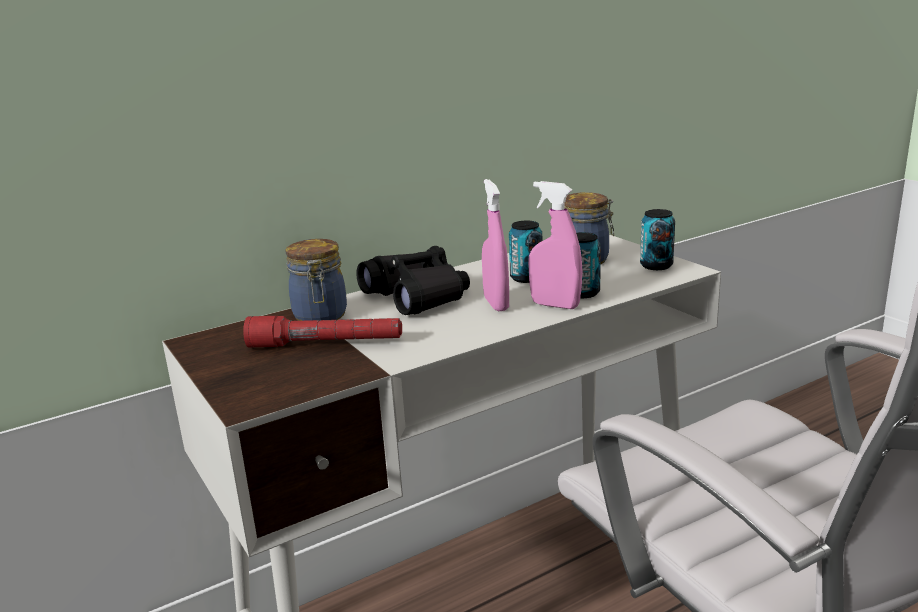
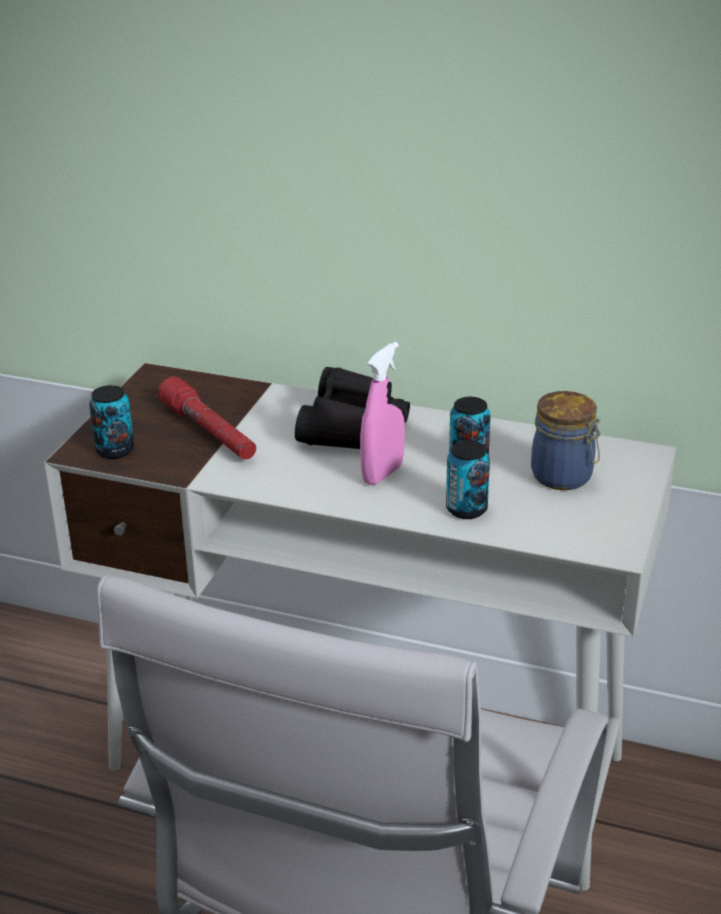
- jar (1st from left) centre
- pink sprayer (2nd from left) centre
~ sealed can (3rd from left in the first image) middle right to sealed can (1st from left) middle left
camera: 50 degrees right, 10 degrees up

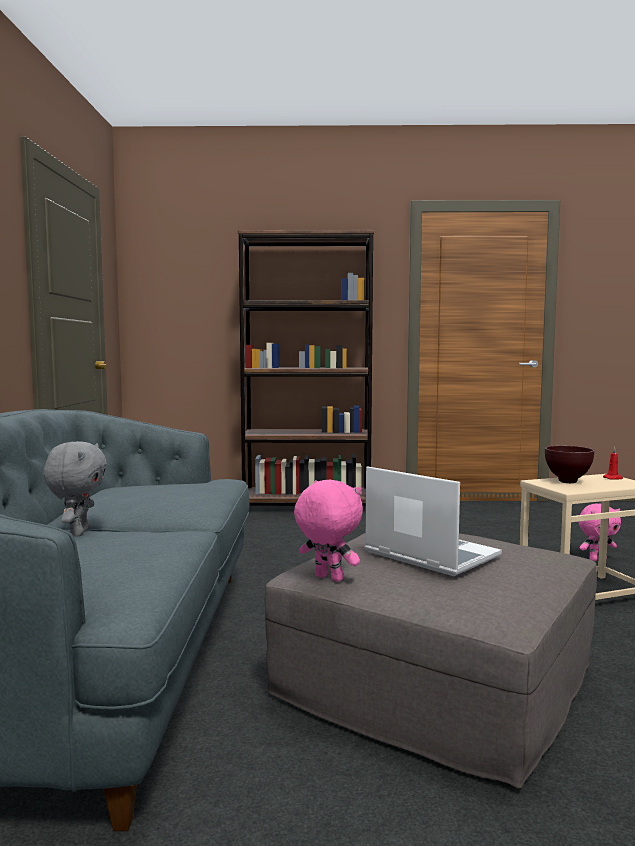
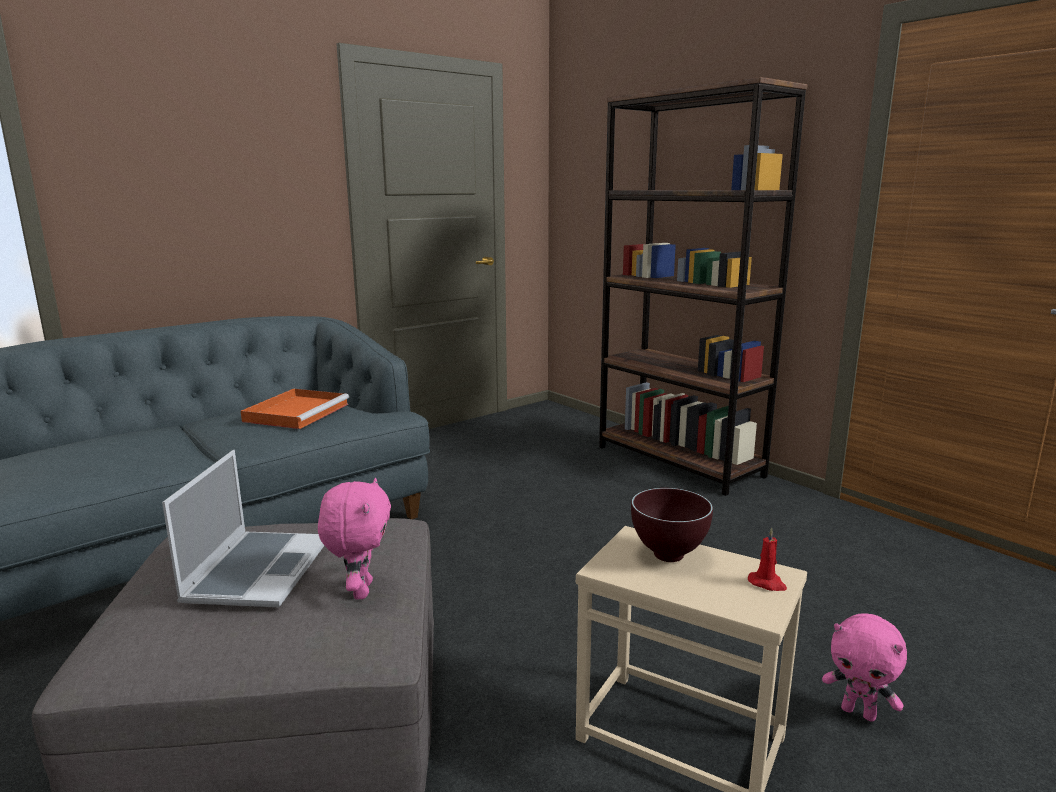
- grey soft toy middle left
+ orange-coloured carrying tray middle left
~ pink soft toy (1st from left) centre to bottom centre
camera: 50 degrees right, 10 degrees up

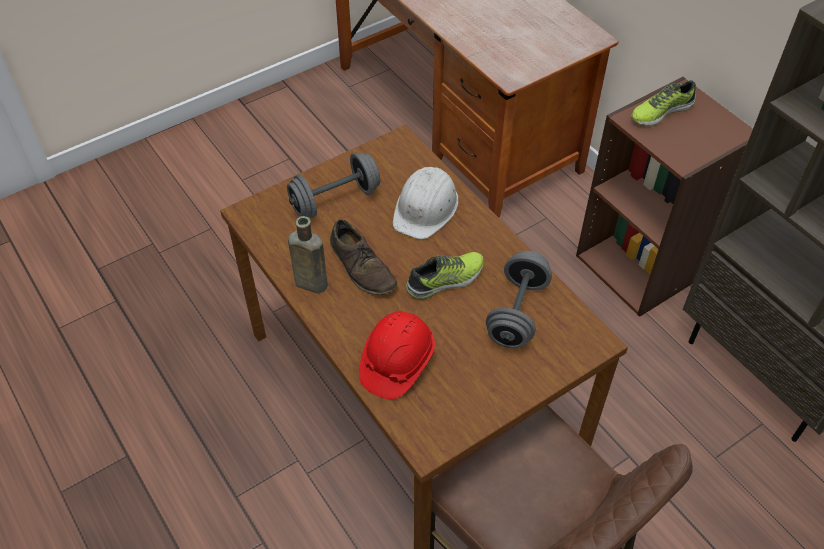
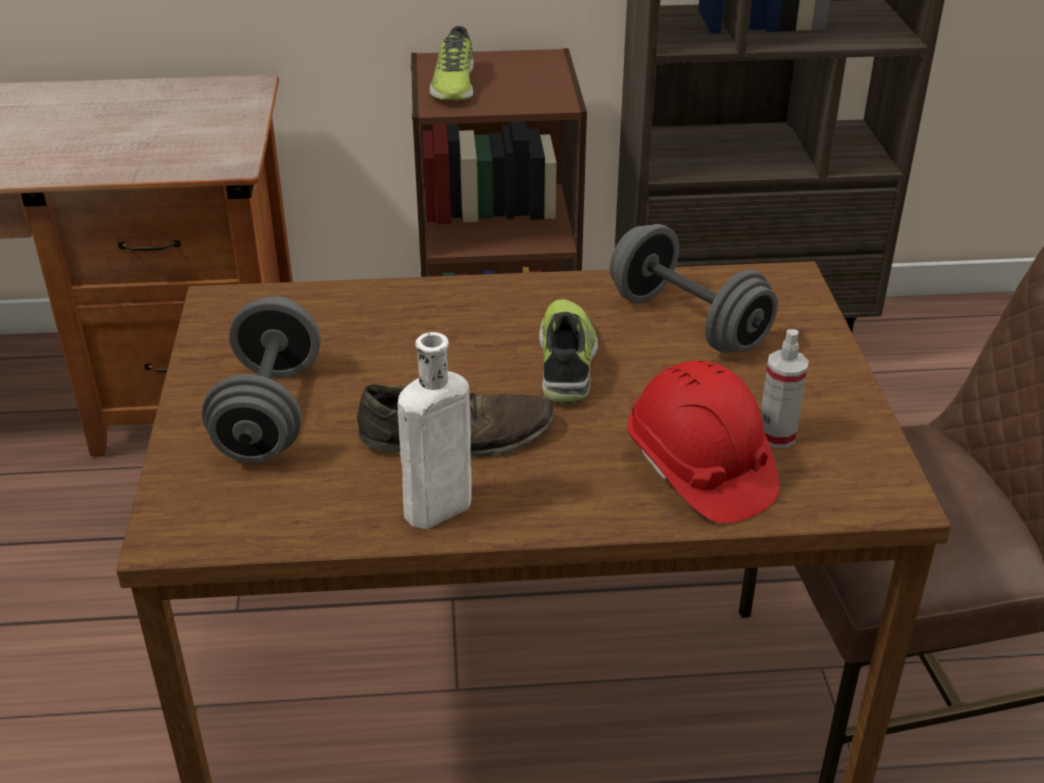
- white hard hat centre
+ sprayer middle right
~ brown-coloured beverage bottle centre to white beverage bottle centre
camera: 60 degrees left, 15 degrees down

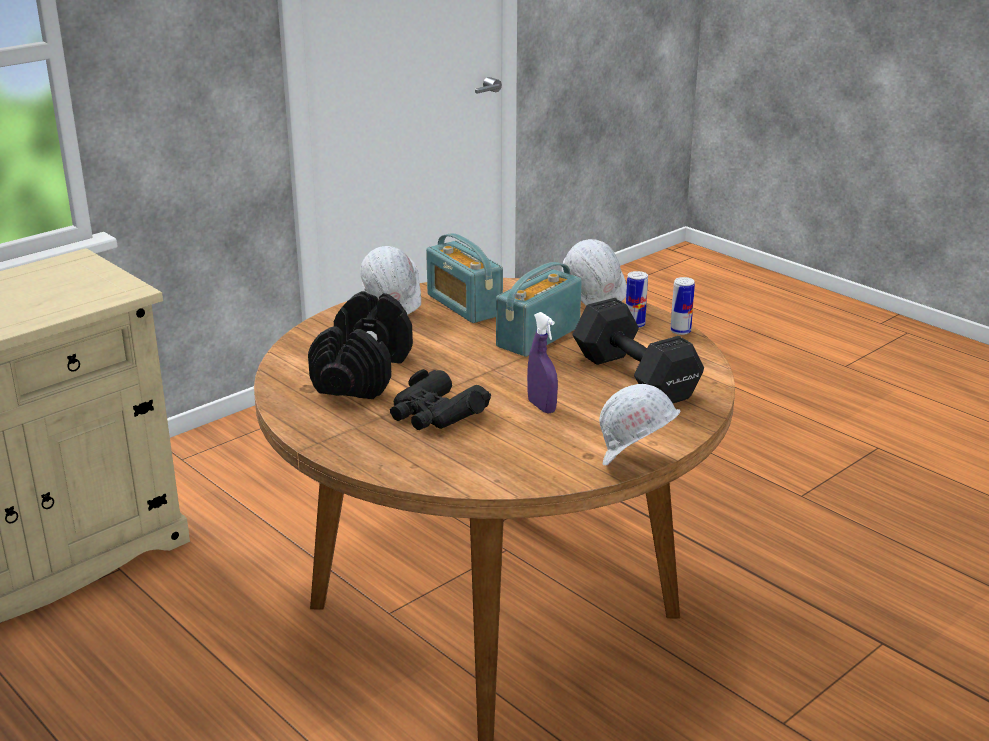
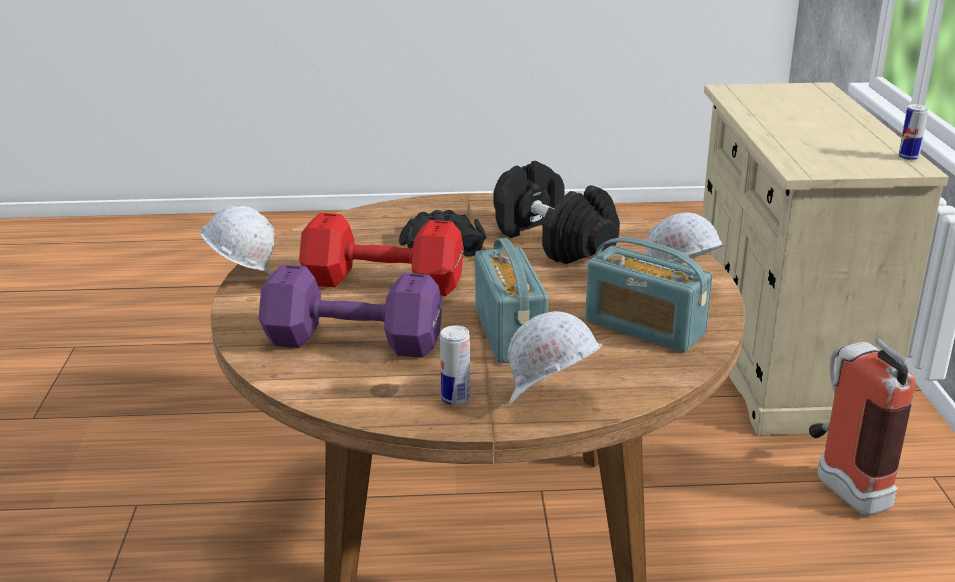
+ fire extinguisher bottom right
~ sealed can (2nd from left) middle right to top right
~ purple-coloured sprayer centre to reddish dumbbell centre
~ black dumbbell (2nd from left) centre to purple-coloured dumbbell centre
~ radio set (1st from left in the first image) centre = middle right 150 degrees counterclockwise
camera: 130 degrees right, 0 degrees up

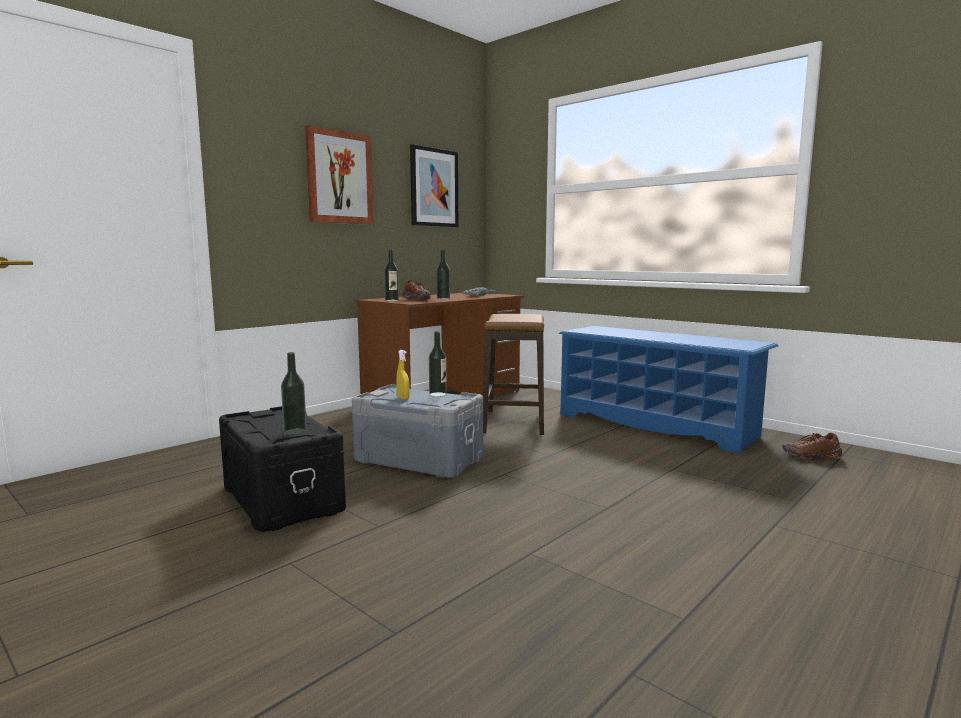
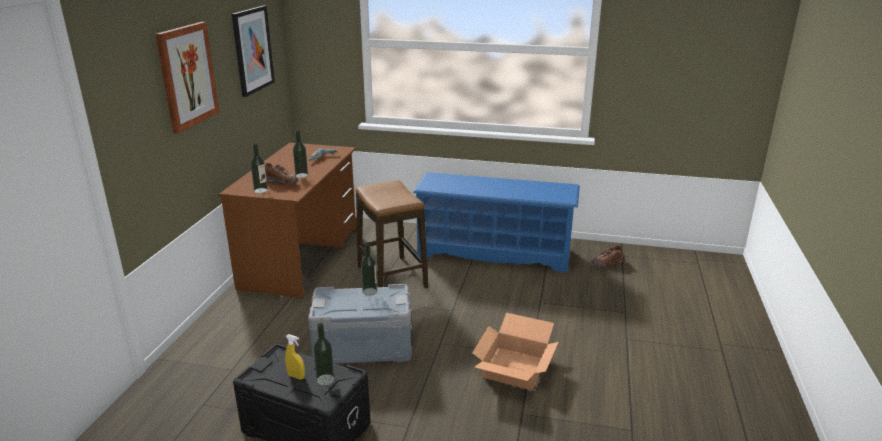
+ packing box bottom centre
~ yellow-coloured sprayer centre to bottom centre
camera: 30 degrees left, 15 degrees up

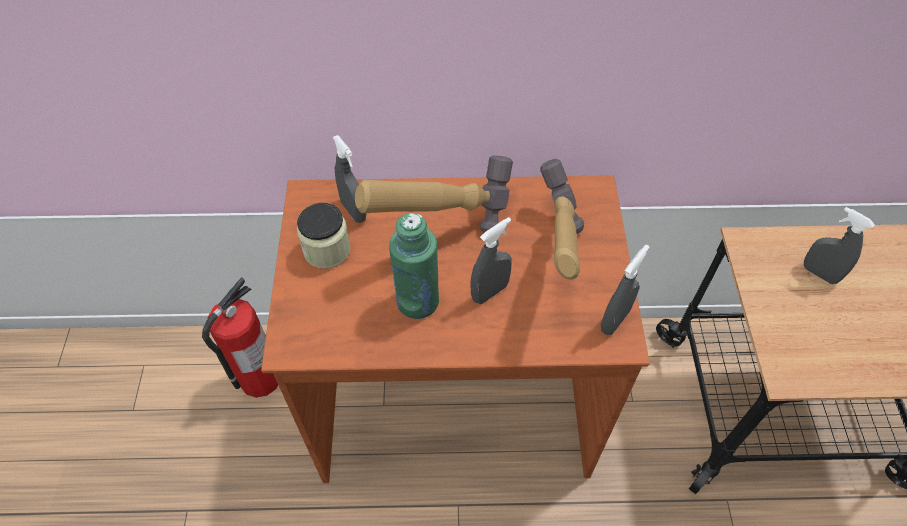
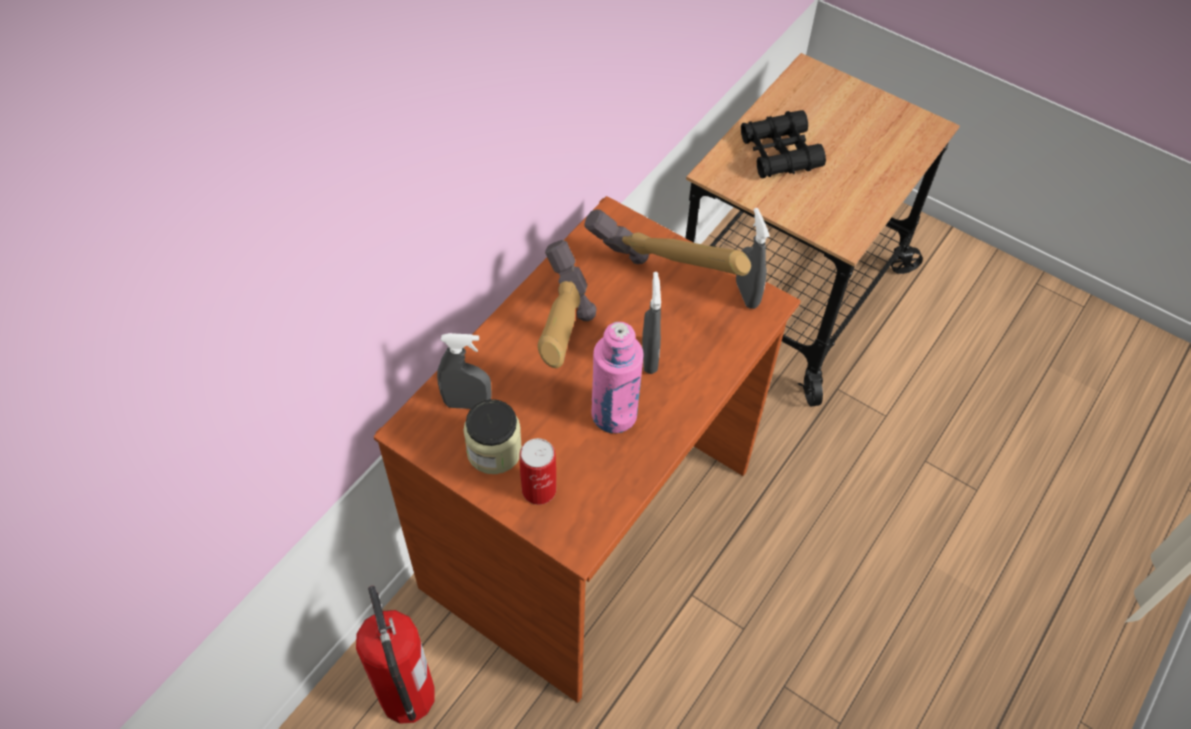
+ sealed can centre
~ grey sprayer (4th from left) middle right to black field glasses top centre
~ green beverage bottle centre to pink beverage bottle centre
camera: 55 degrees left, 0 degrees up

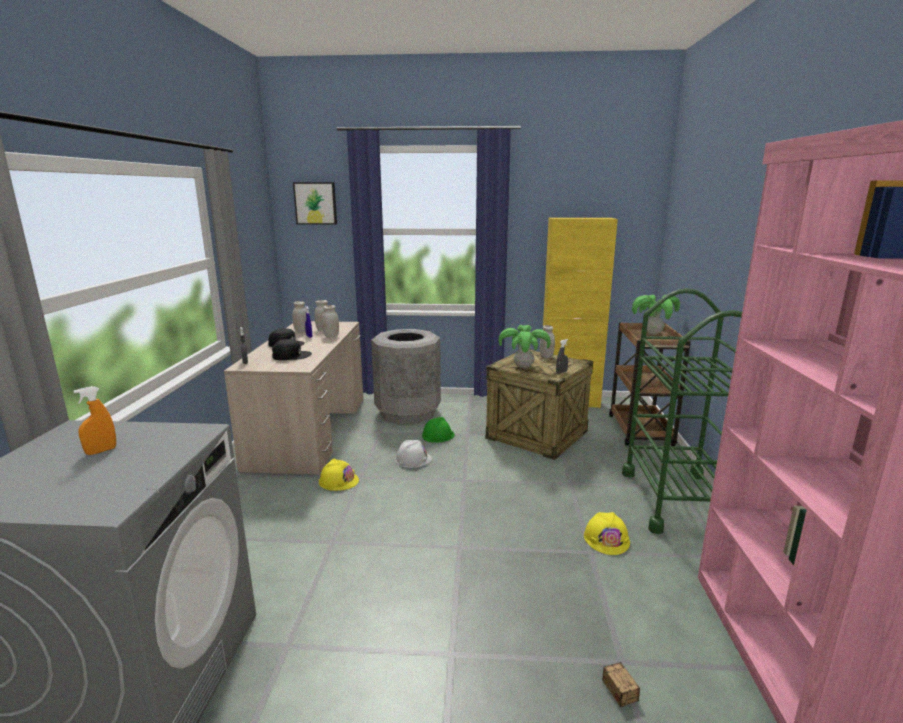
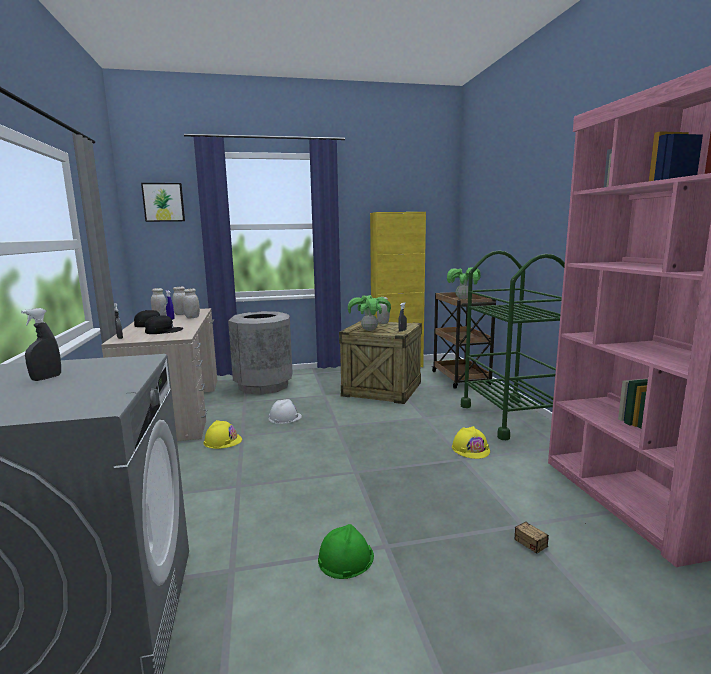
~ green hard hat centre to bottom centre
~ orange-coloured sprayer middle left to grey sprayer (1st from left) middle left
camera: 15 degrees left, 5 degrees down

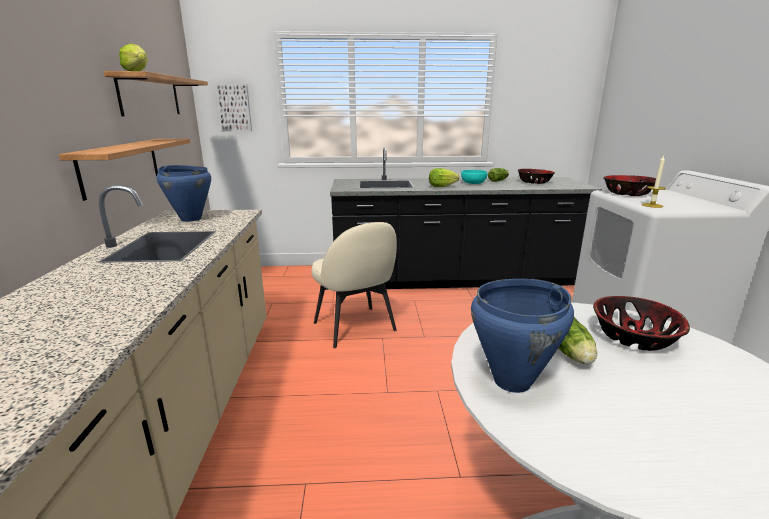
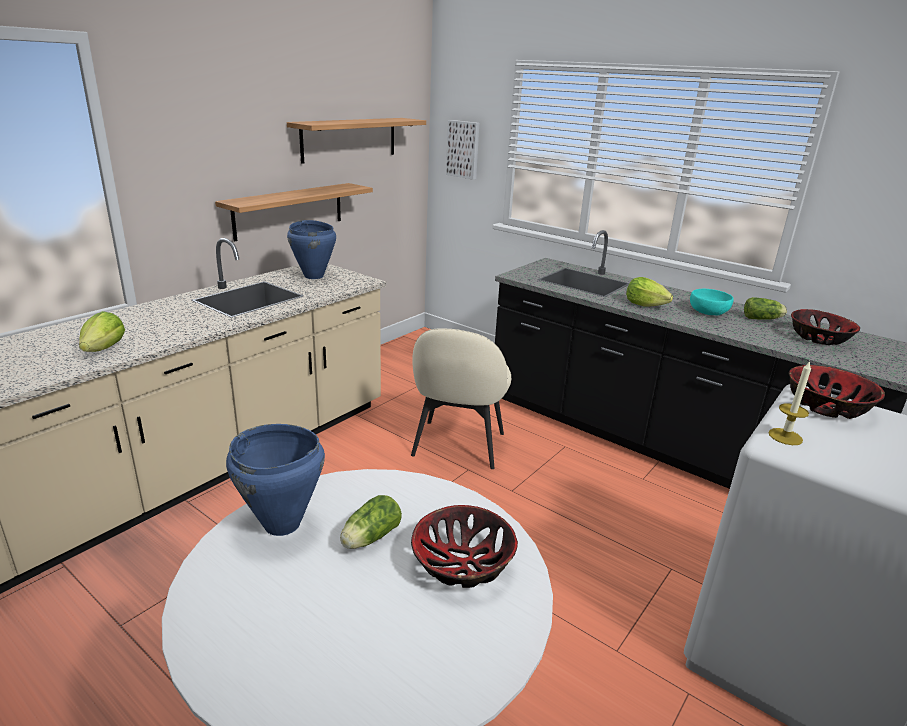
~ lettuce head (1st from left) top left to middle left
camera: 40 degrees right, 5 degrees up

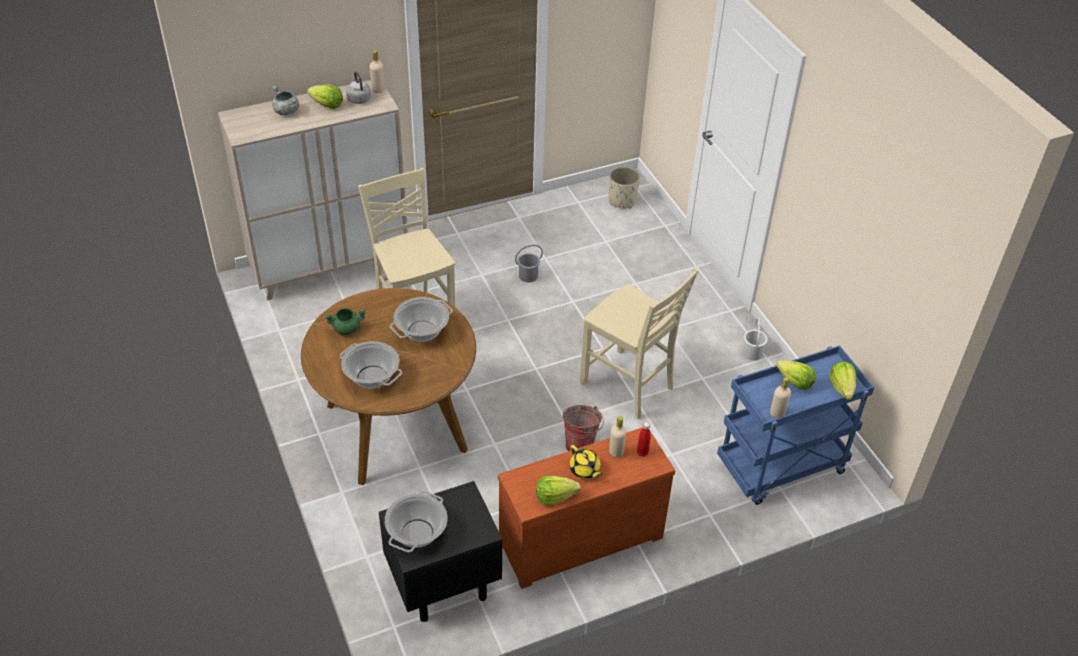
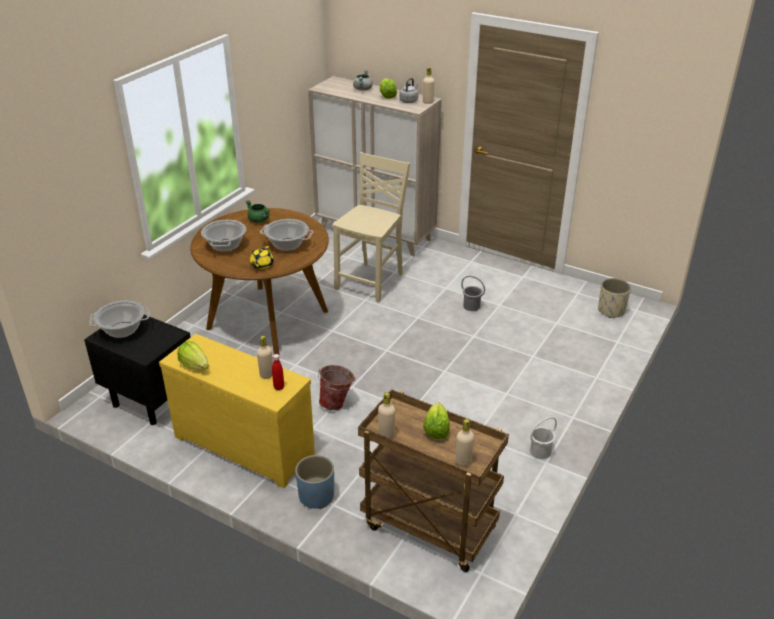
- beige upright chair (2nd from left) centre
+ blue flower pot bottom centre
~ yellow-coloured teapot bottom centre to centre
~ lettuce head (4th from left) middle right to beige beverage bottle (4th from left) bottom centre
~ brown-coloured chest of drawers bottom centre to yellow-coloured chest of drawers middle left
~ blue cart middle right to brown-coloured cart bottom centre
camera: 55 degrees right, 10 degrees down

